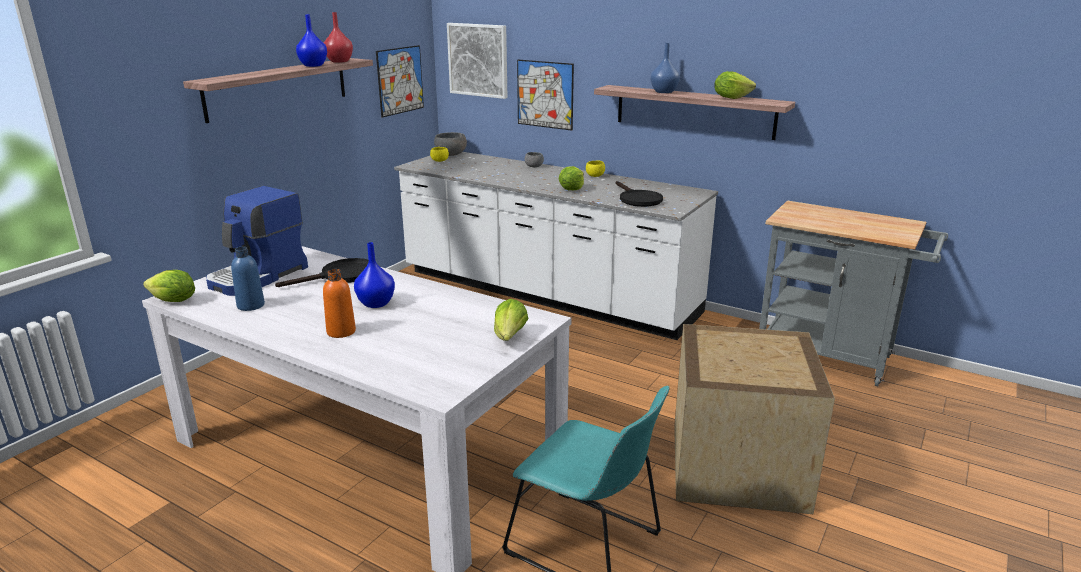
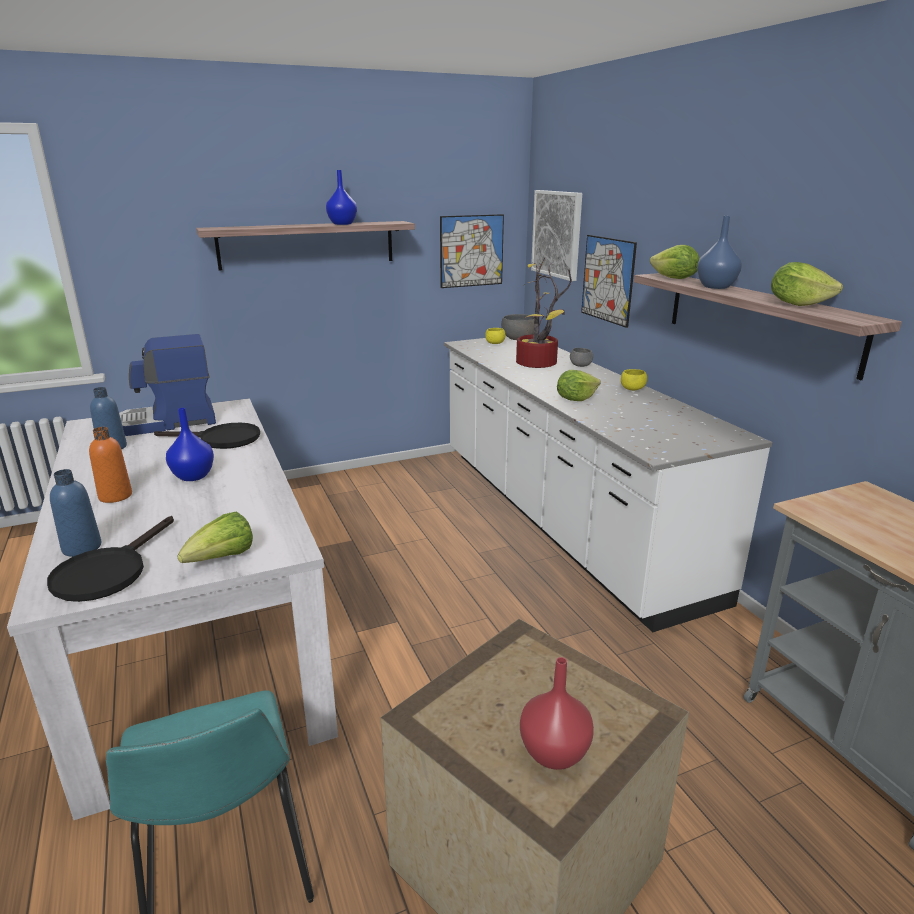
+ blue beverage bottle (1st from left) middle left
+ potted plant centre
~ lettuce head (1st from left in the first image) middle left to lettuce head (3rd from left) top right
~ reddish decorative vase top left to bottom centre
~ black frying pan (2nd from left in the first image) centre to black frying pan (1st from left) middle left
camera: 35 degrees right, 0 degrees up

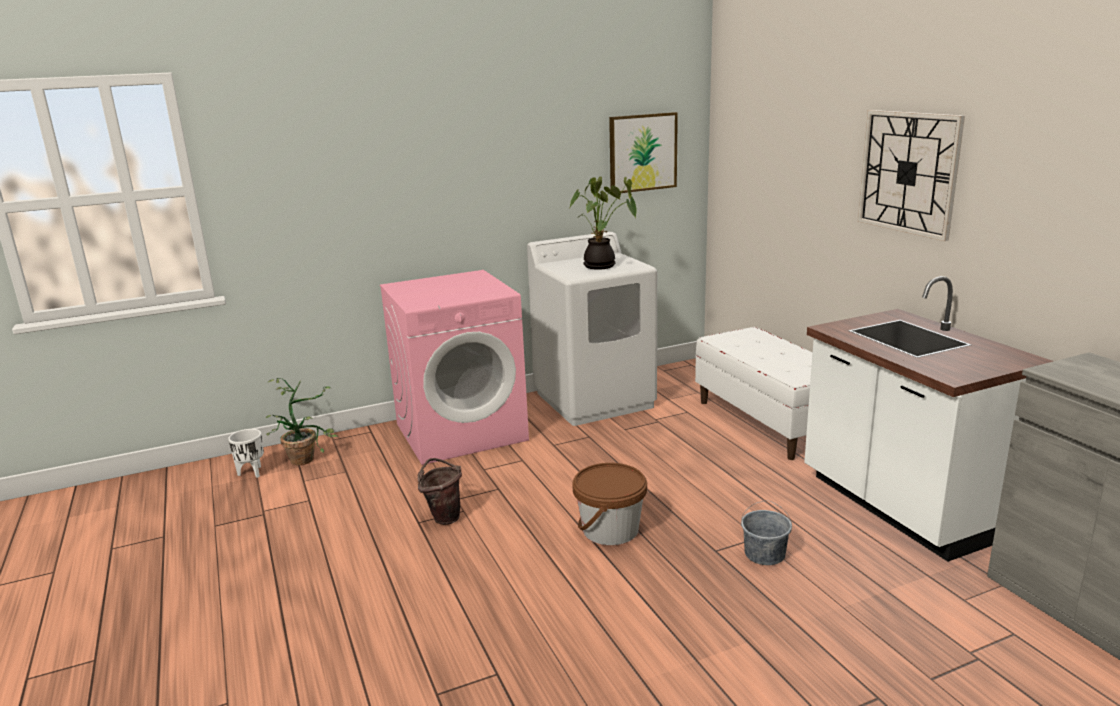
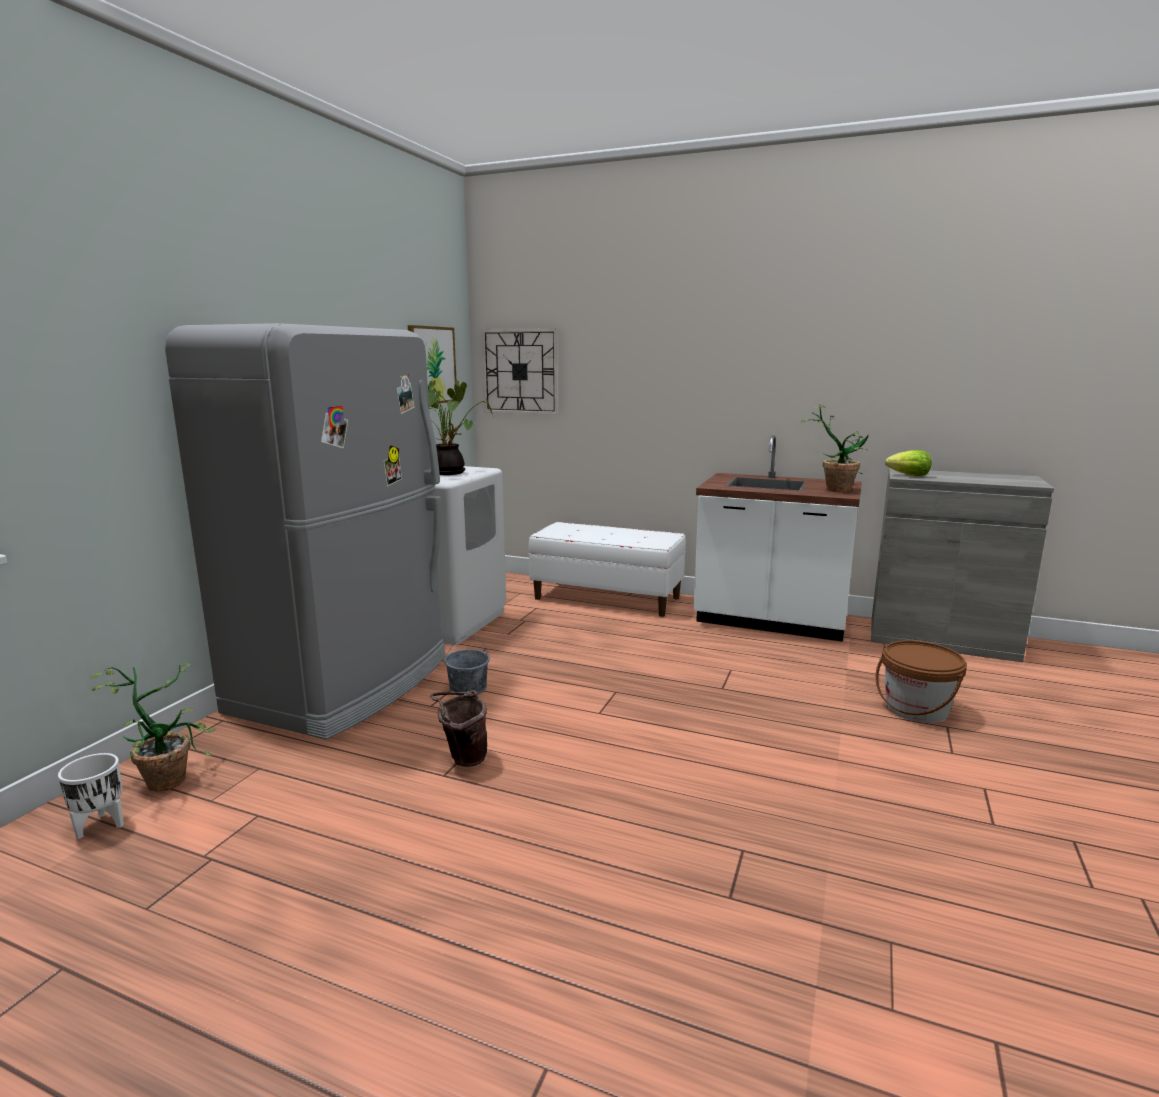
+ potted plant (3rd from left) middle right
+ lettuce head middle right
~ brown-coloured water bucket (2nd from left) bottom centre to middle right
~ grey water bucket bottom right to centre
~ hanging clock top right to centre
~ pink laundry machine centre to grey refrigerator middle left
camera: 45 degrees left, 5 degrees down

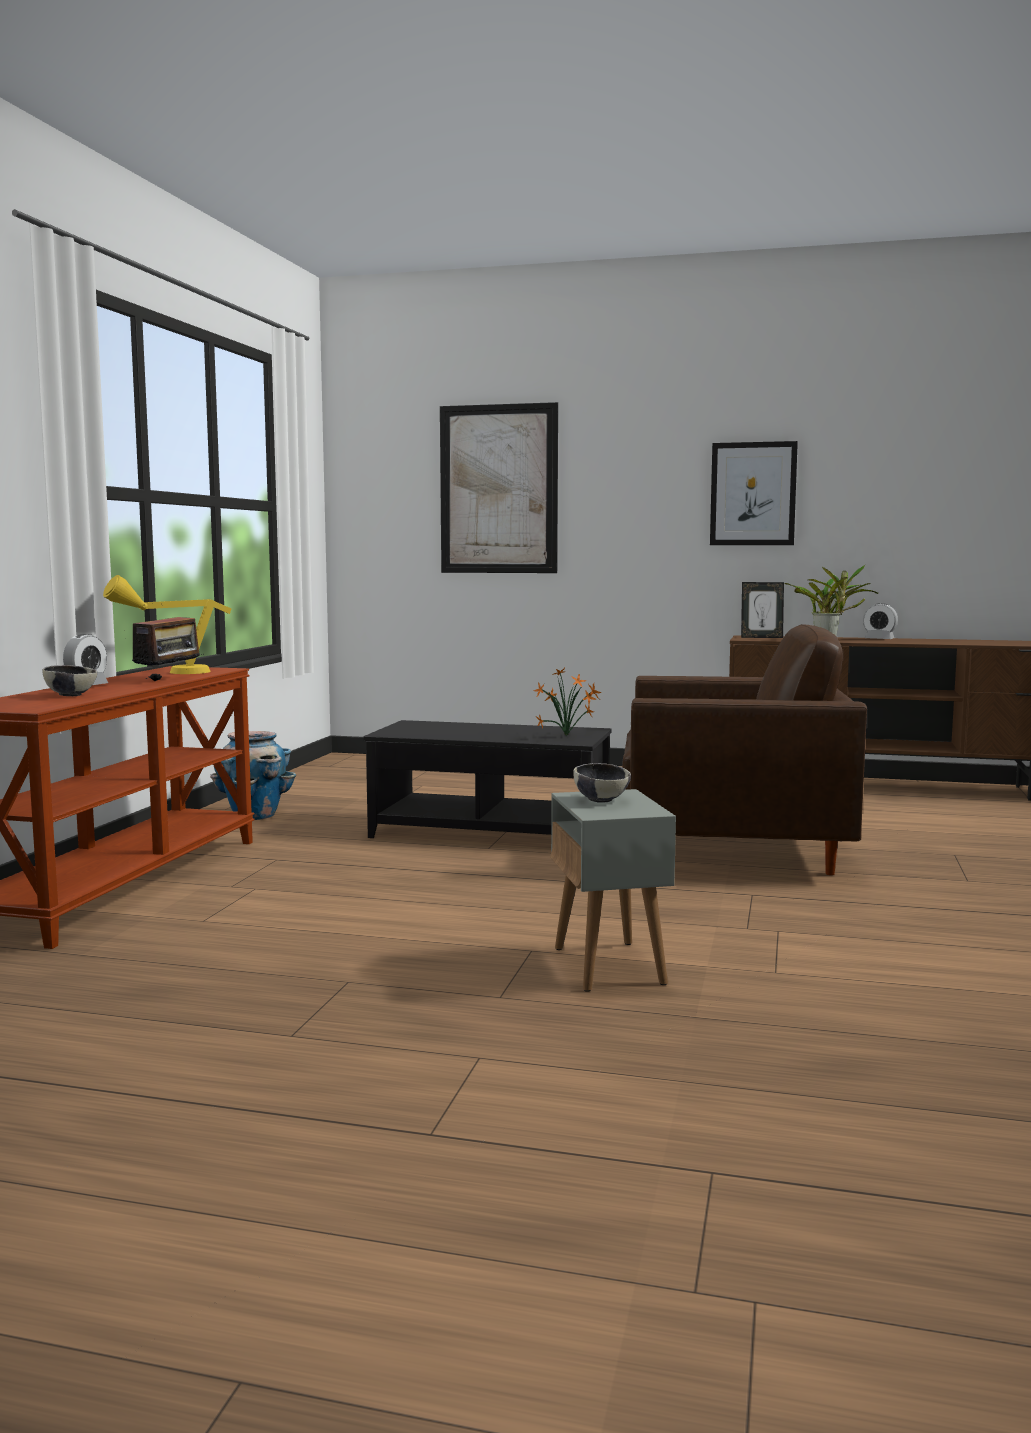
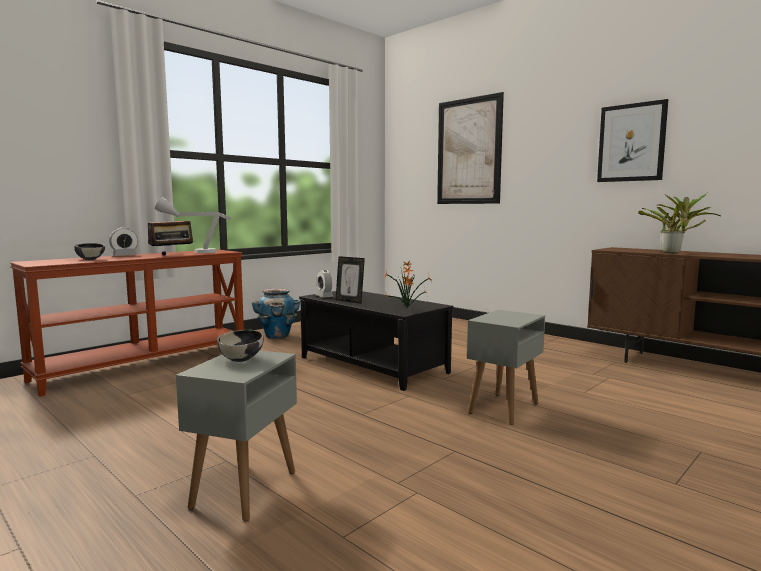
~ standing frame middle right to centre
~ bedside clock (2nd from left) middle right to centre
~ brown-coloured armchair middle right to grey accent table (2nd from left) centre
~ yellow-coloured lamp for a table middle left to grey lamp for a table middle left
camera: 30 degrees right, 0 degrees up

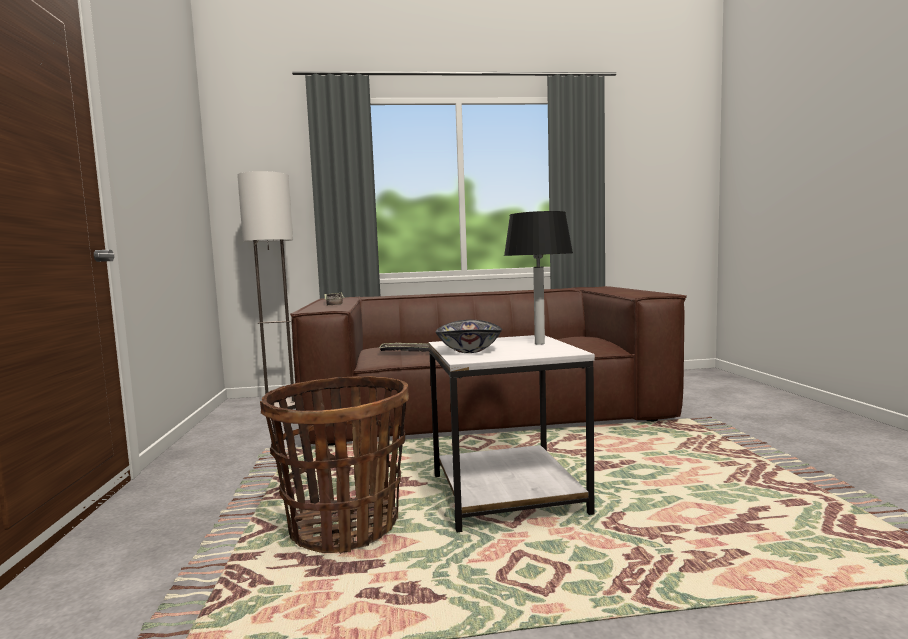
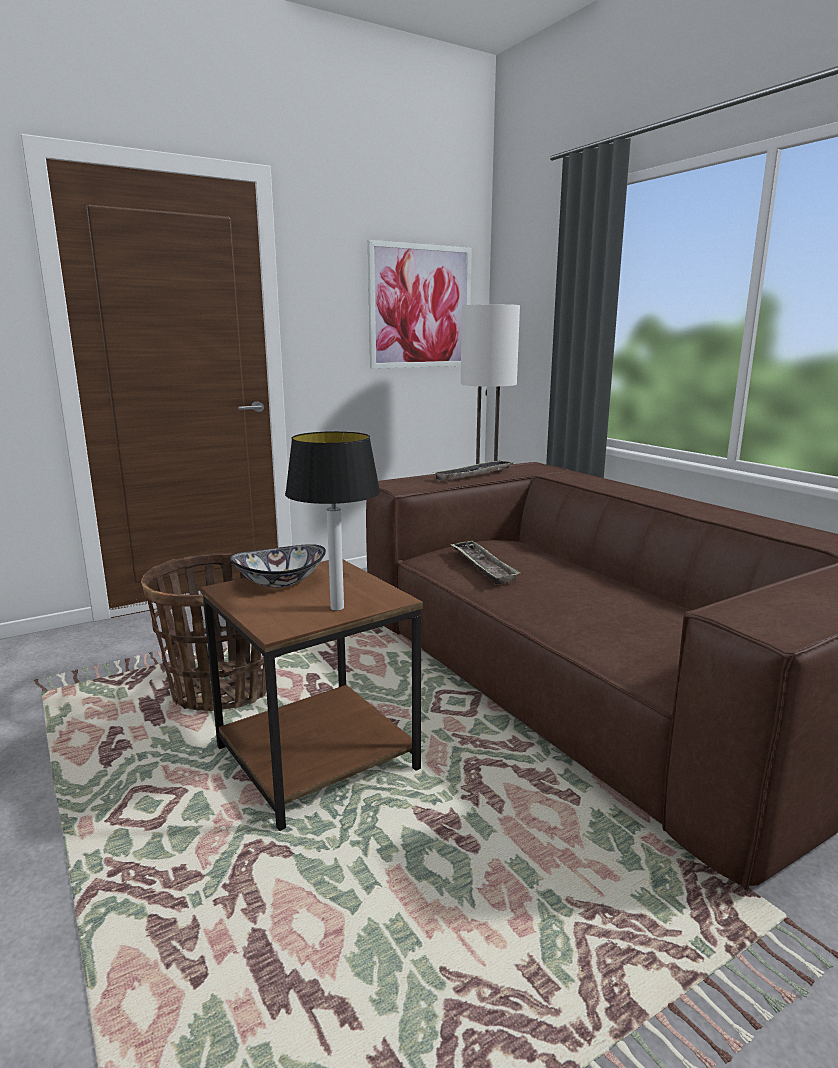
+ wall picture top centre
~ white accent table bottom centre to brown-coloured accent table centre
camera: 65 degrees right, 10 degrees up

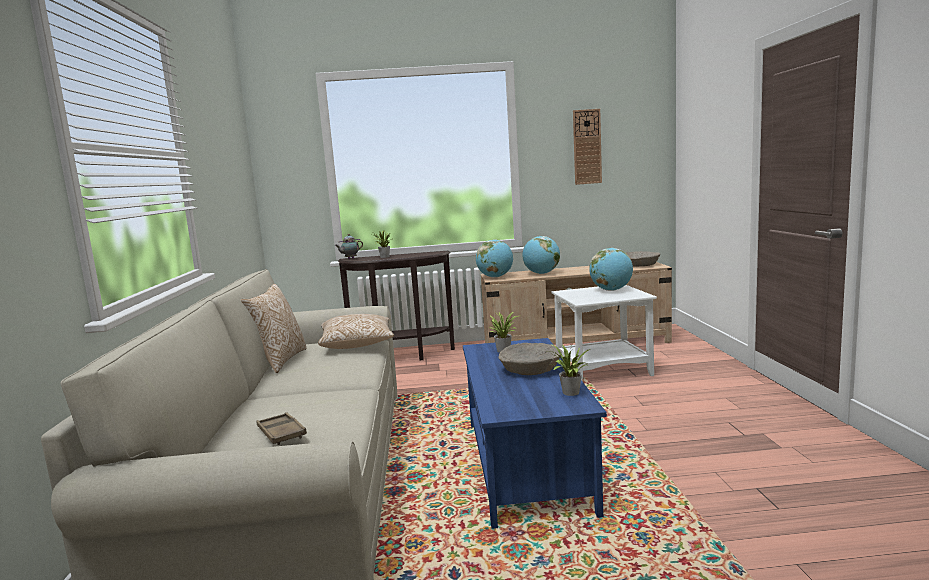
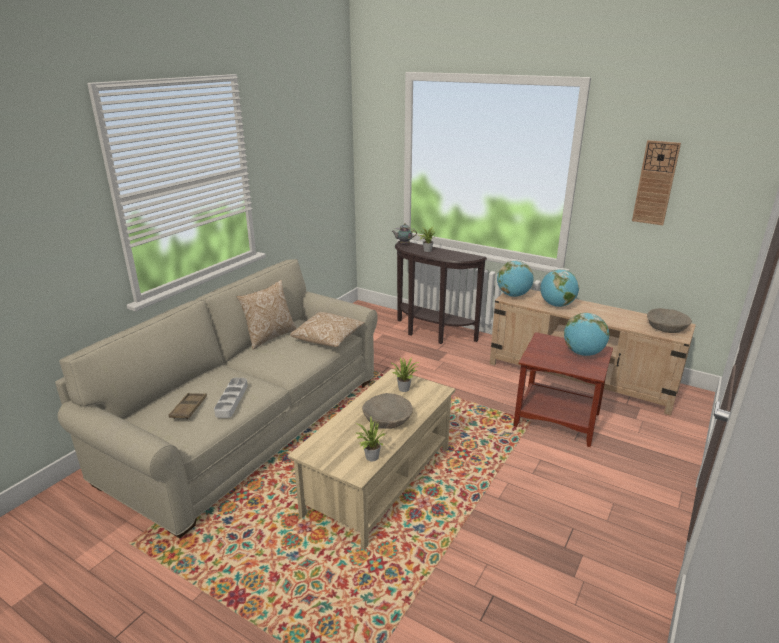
+ grey carrying tray middle left
~ blue low table bottom centre to beige low table bottom centre
~ white accent table centre to brown-coloured accent table middle right
camera: 35 degrees right, 15 degrees up

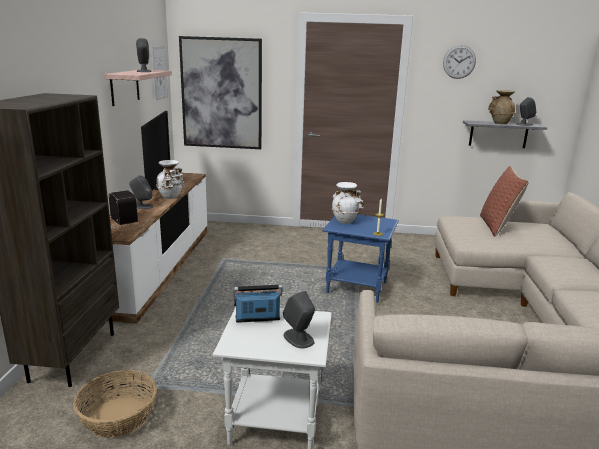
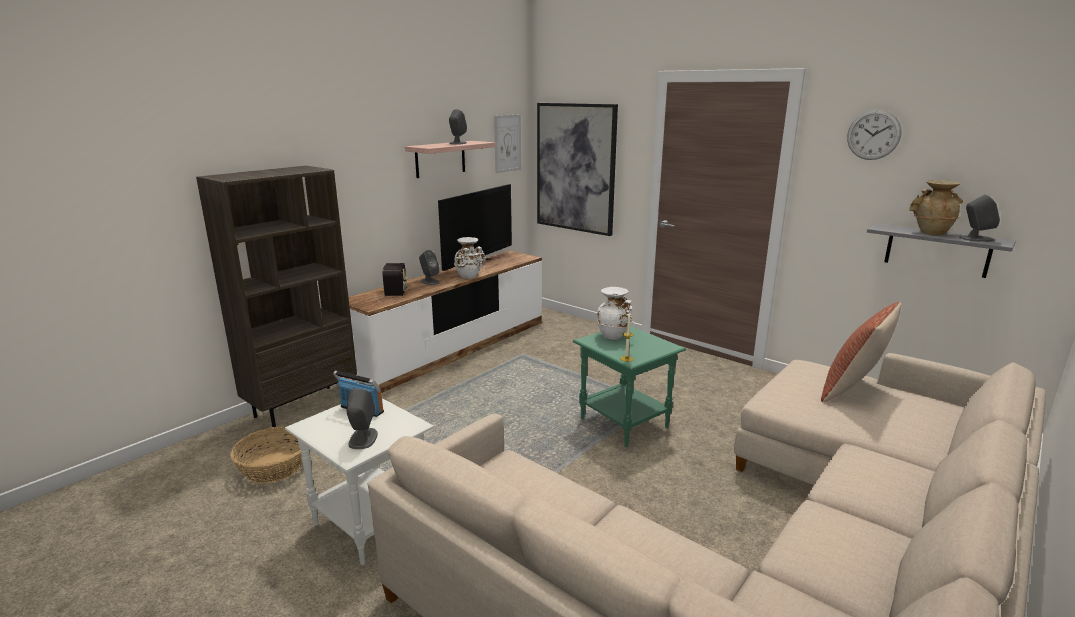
~ blue accent table centre to green accent table centre
camera: 35 degrees right, 0 degrees up

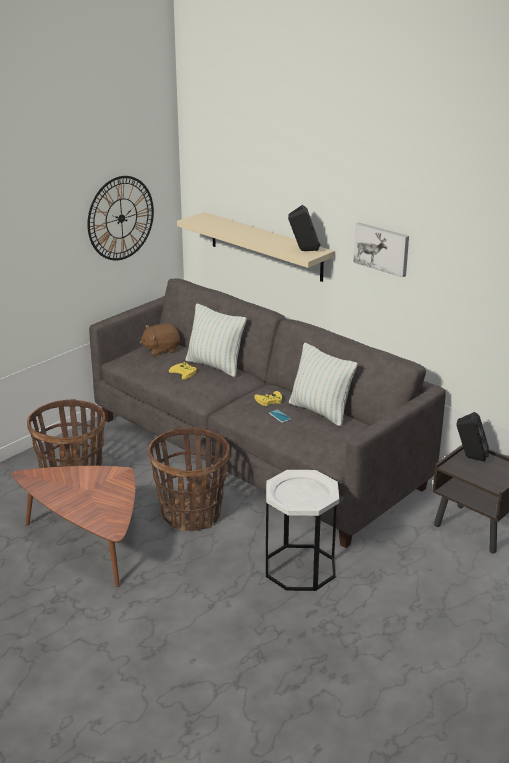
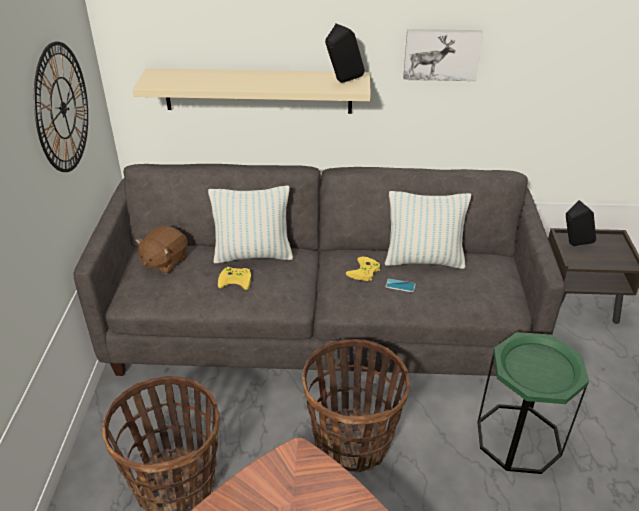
~ white accent table bottom centre to green accent table bottom right
camera: 40 degrees left, 10 degrees up

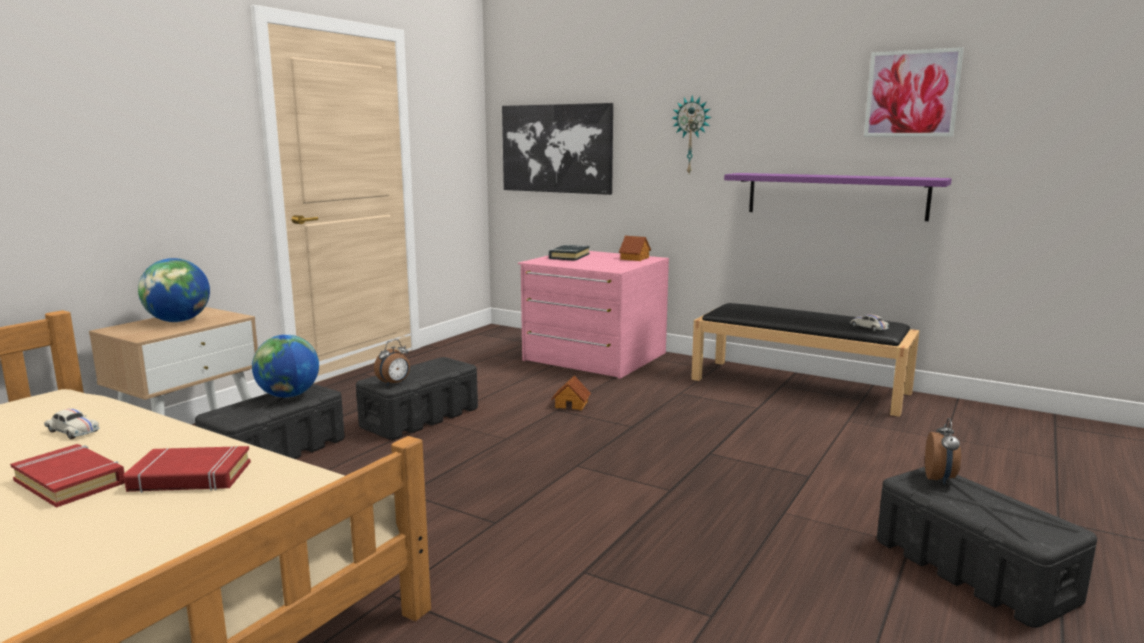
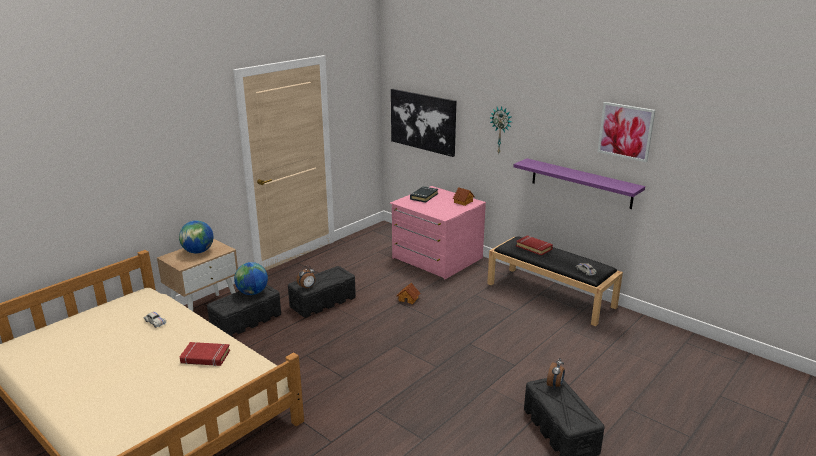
~ reddish bound book (1st from left in the first image) bottom left to reddish bound book (2nd from left) centre
camera: 10 degrees right, 10 degrees up

